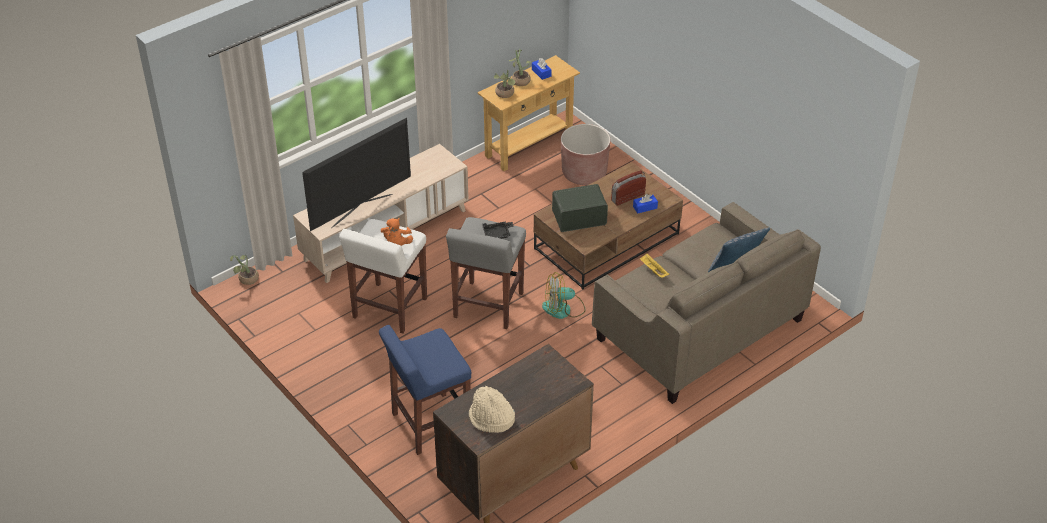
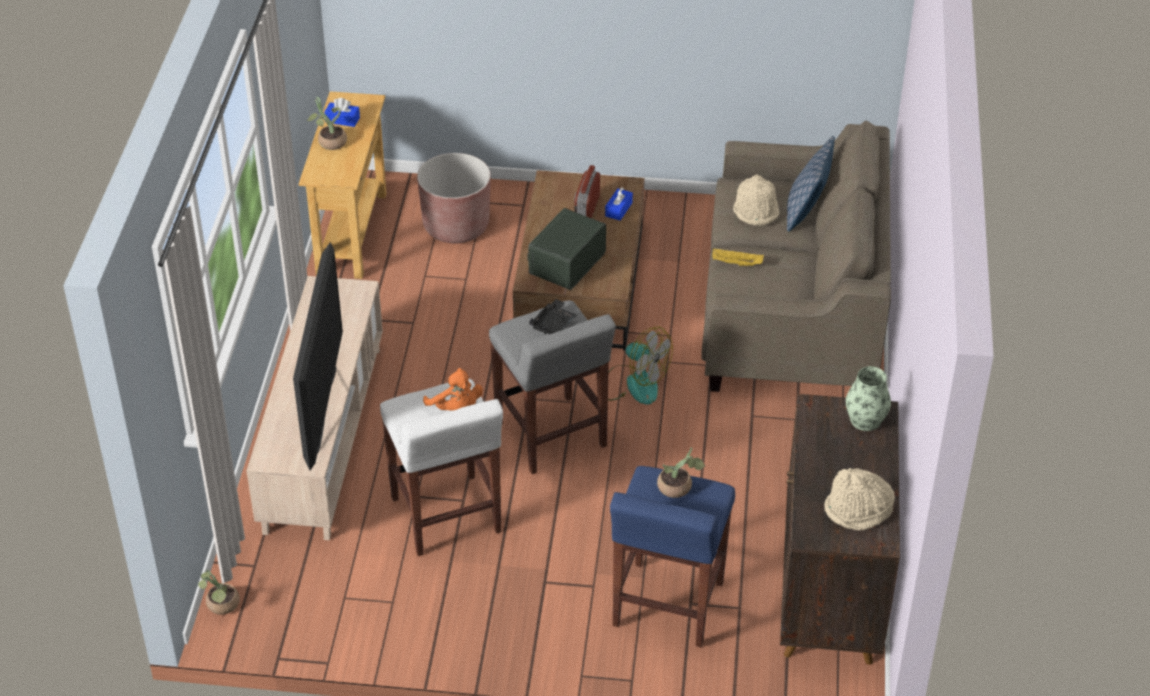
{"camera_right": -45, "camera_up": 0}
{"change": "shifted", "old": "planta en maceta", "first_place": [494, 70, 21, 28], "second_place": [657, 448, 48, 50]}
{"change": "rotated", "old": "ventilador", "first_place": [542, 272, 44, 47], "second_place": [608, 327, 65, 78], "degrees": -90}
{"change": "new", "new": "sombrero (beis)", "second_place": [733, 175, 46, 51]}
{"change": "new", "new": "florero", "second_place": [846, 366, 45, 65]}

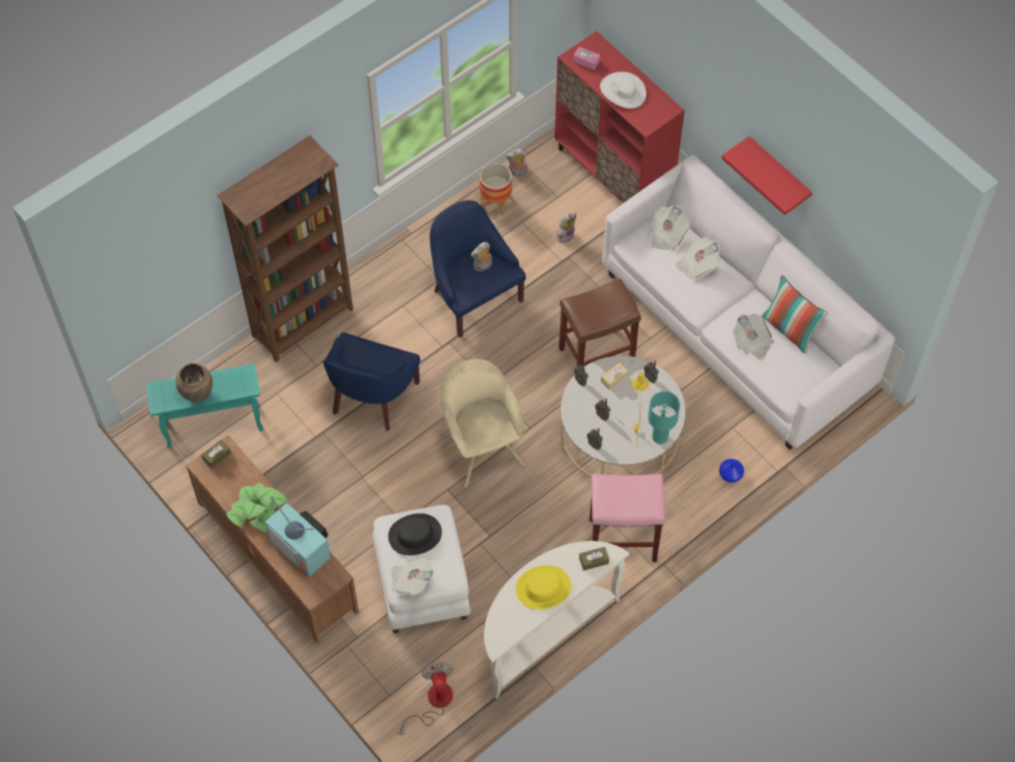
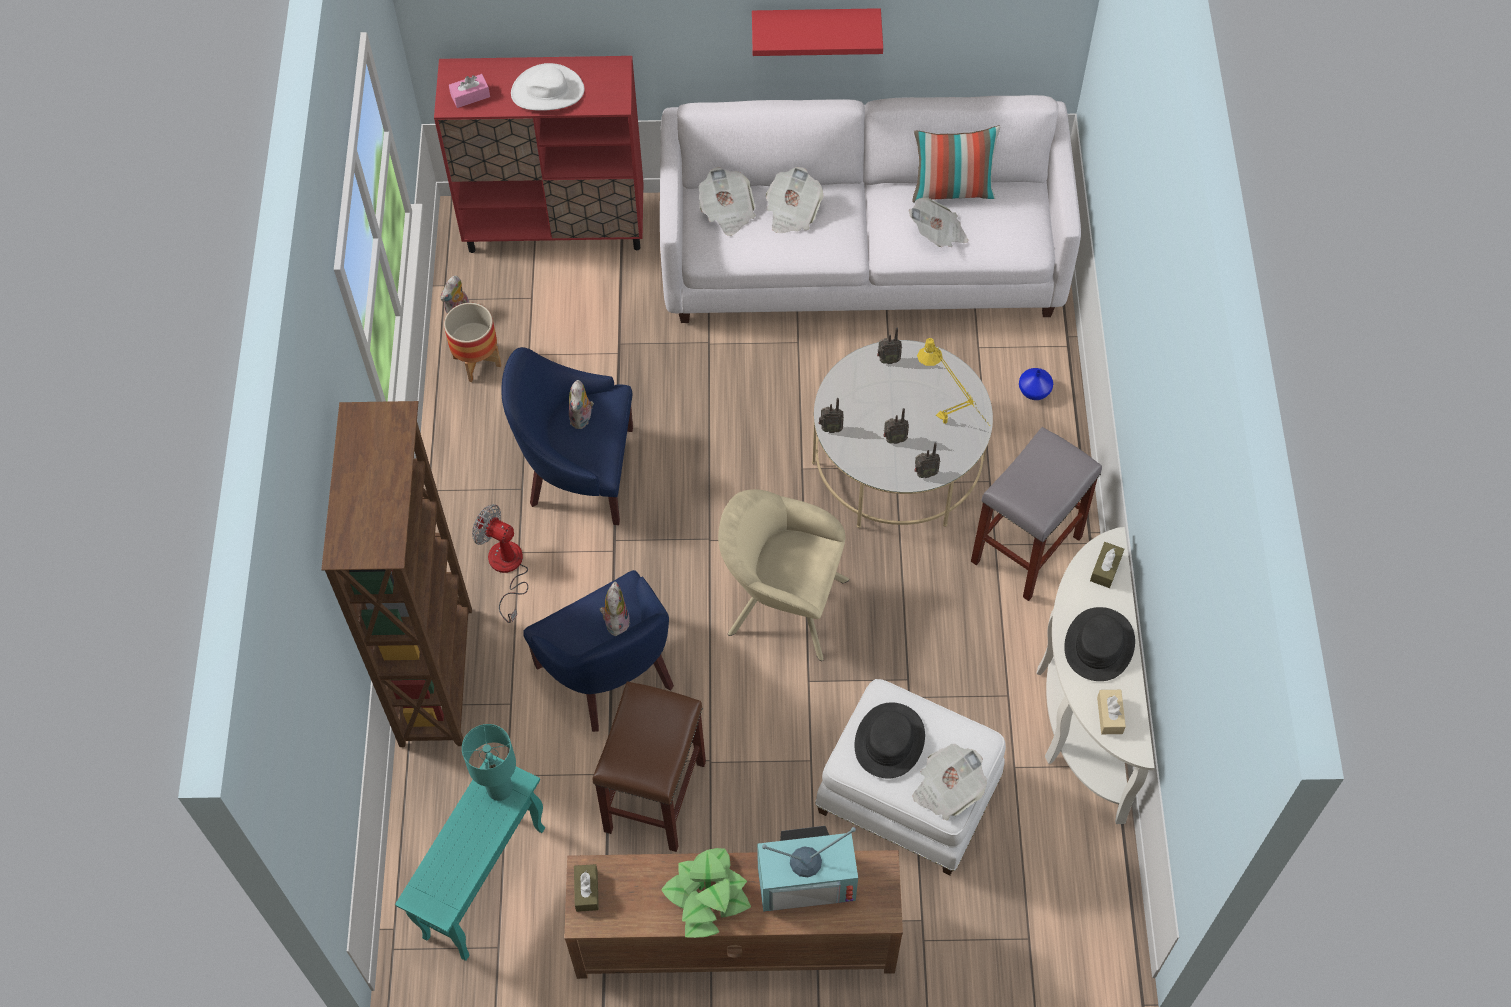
{"camera_right": -50, "camera_up": 0}
{"change": "gone", "old": "florero (marrón)", "first_place": [176, 363, 37, 39]}
{"change": "shifted", "old": "ventilador", "first_place": [397, 662, 56, 73], "second_place": [472, 504, 56, 119]}
{"change": "repainted", "old": "sombrero (amarillo)", "new": "sombrero (negro)", "first_place": [516, 565, 55, 44], "second_place": [1064, 607, 71, 74]}
{"change": "shifted", "old": "peluche", "first_place": [557, 213, 19, 30], "second_place": [599, 581, 31, 55]}
{"change": "shifted", "old": "taburete (marrón)", "first_place": [559, 278, 82, 88], "second_place": [592, 681, 114, 171]}
{"change": "repainted", "old": "taburete (rosa)", "new": "taburete (gris)", "first_place": [589, 474, 76, 88], "second_place": [971, 427, 131, 174]}
{"change": "shifted", "old": "caja de pañuelos (beis)", "first_place": [601, 363, 27, 27], "second_place": [1097, 690, 29, 44]}
{"change": "shifted", "old": "lámpara de mesa (turquesa)", "first_place": [648, 391, 32, 53], "second_place": [462, 724, 54, 77]}

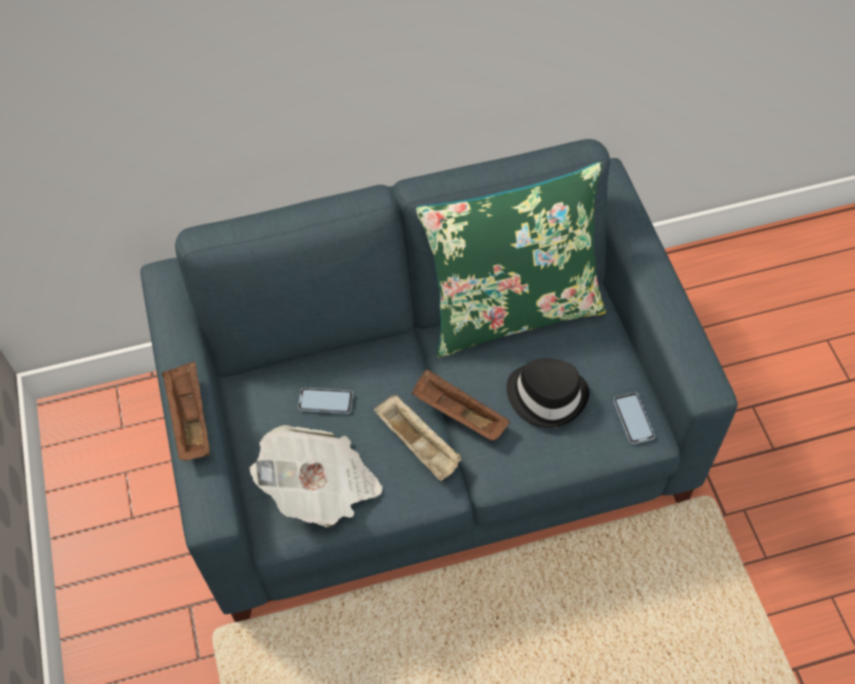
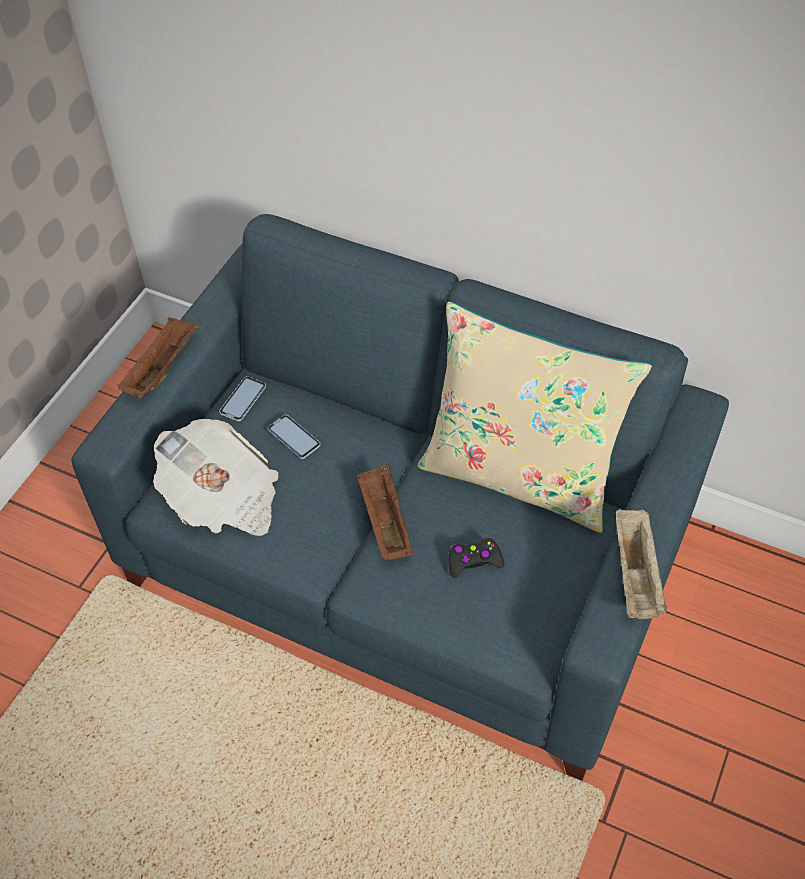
{"camera_right": 40, "camera_up": -5}
{"change": "shifted", "old": "bandeja (beis)", "first_place": [374, 395, 88, 86], "second_place": [616, 509, 52, 110]}
{"change": "repainted", "old": "cojín (verde)", "new": "cojín (beis)", "first_place": [416, 162, 190, 195], "second_place": [418, 301, 234, 232]}
{"change": "swapped", "old": "sombrero (negro)", "new": "mando de consola (negro)", "first_place": [506, 358, 83, 70], "second_place": [448, 538, 56, 40]}
{"change": "shifted", "old": "móvil", "first_place": [613, 393, 42, 51], "second_place": [219, 376, 47, 45]}

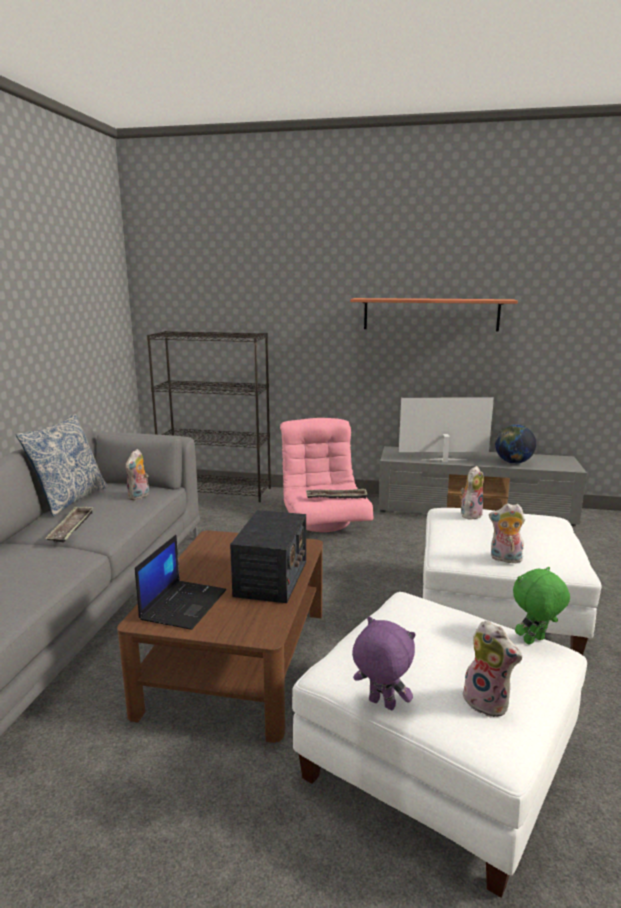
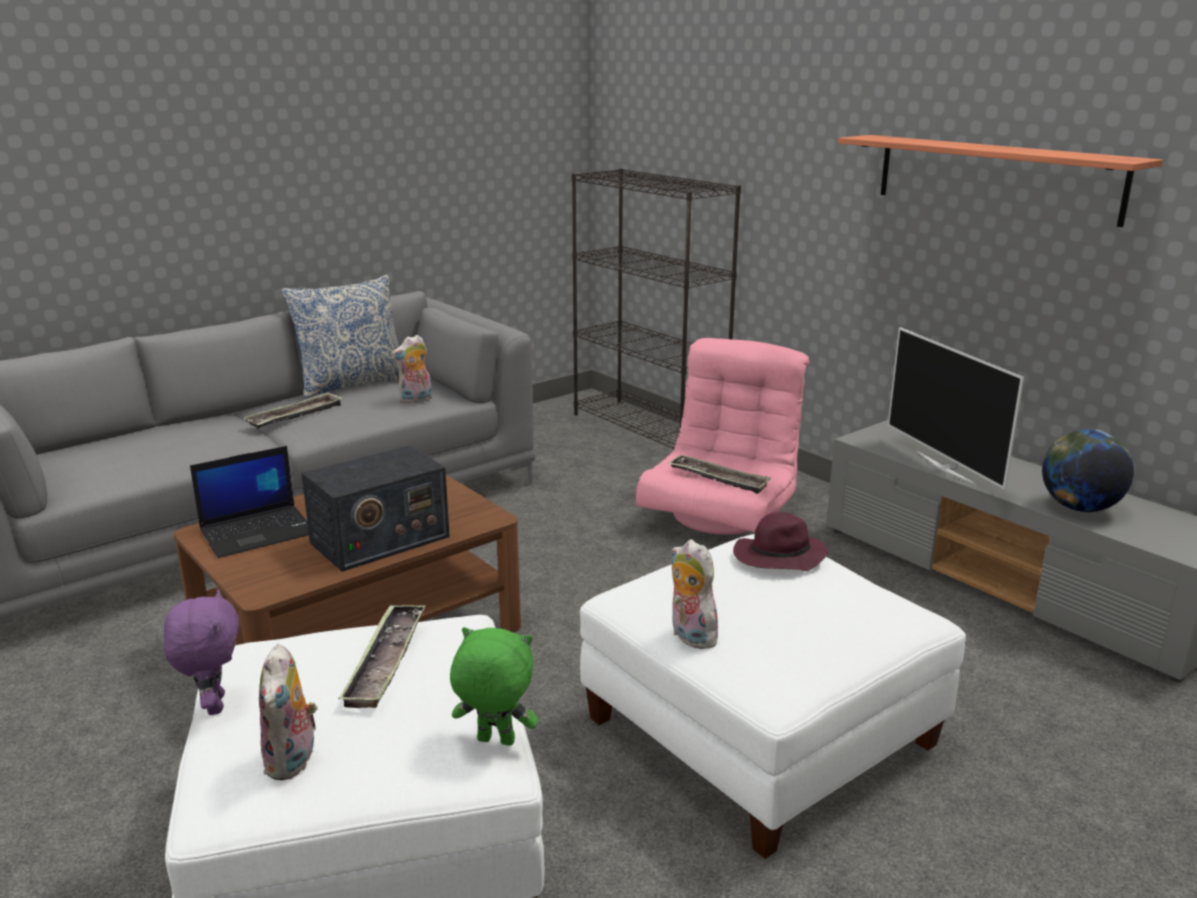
{"camera_right": 40, "camera_up": 5}
{"change": "rotated", "old": "televisor", "first_place": [399, 397, 95, 65], "second_place": [888, 327, 136, 162], "degrees": -150}
{"change": "swapped", "old": "peluche", "new": "sombrero (morado)", "first_place": [461, 466, 23, 53], "second_place": [733, 512, 95, 59]}
{"change": "new", "new": "bandeja", "second_place": [339, 604, 87, 104]}

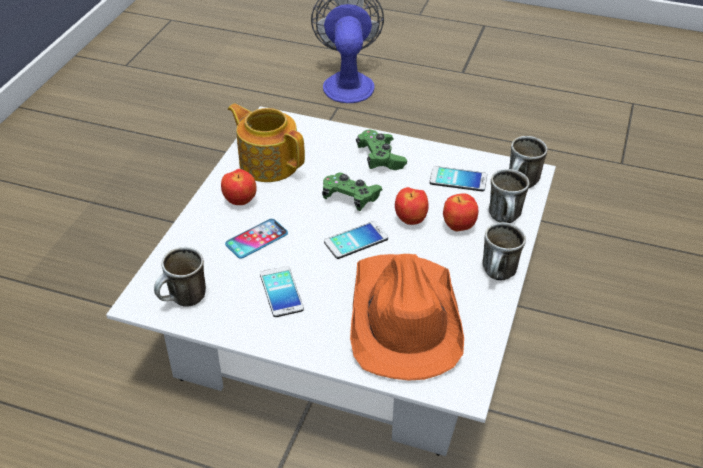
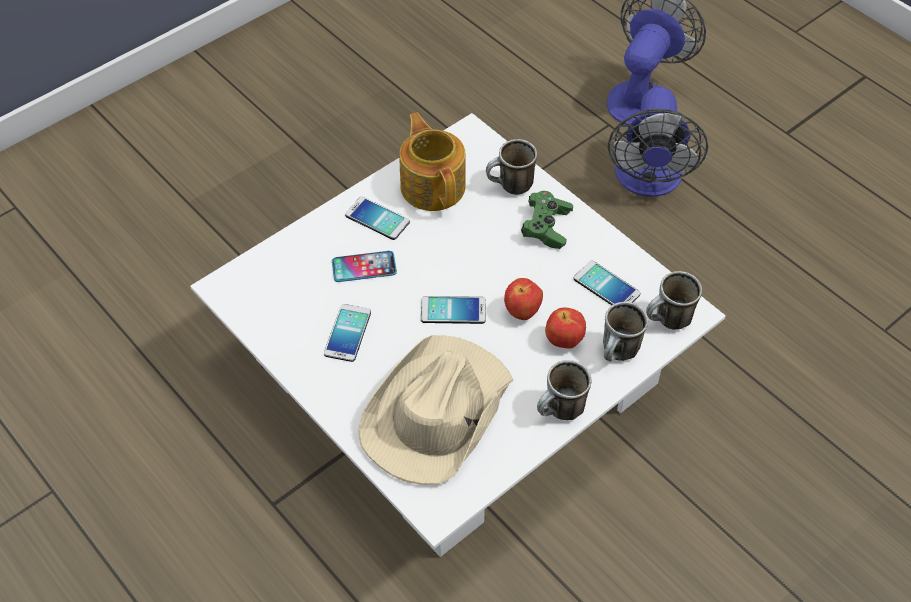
{"camera_right": 30, "camera_up": 10}
{"change": "shifted", "old": "taza grande", "first_place": [154, 247, 52, 60], "second_place": [486, 139, 51, 56]}
{"change": "swapped", "old": "manzana", "new": "móvil", "first_place": [221, 169, 36, 36], "second_place": [345, 197, 65, 43]}
{"change": "gone", "old": "mando de consola (verde)", "first_place": [322, 172, 61, 39]}
{"change": "repainted", "old": "sombrero (naranja)", "new": "sombrero (beis)", "first_place": [350, 254, 114, 126], "second_place": [358, 335, 156, 150]}
{"change": "new", "new": "ventilador", "second_place": [608, 87, 100, 110]}

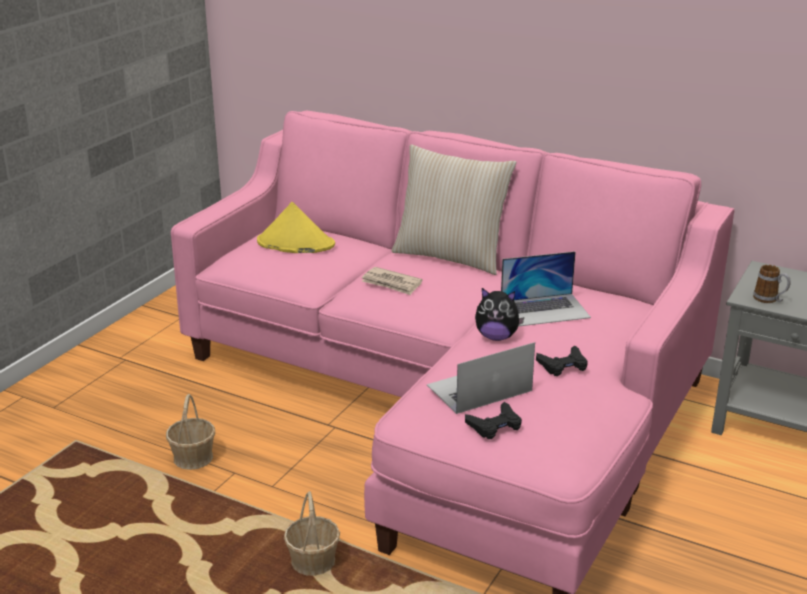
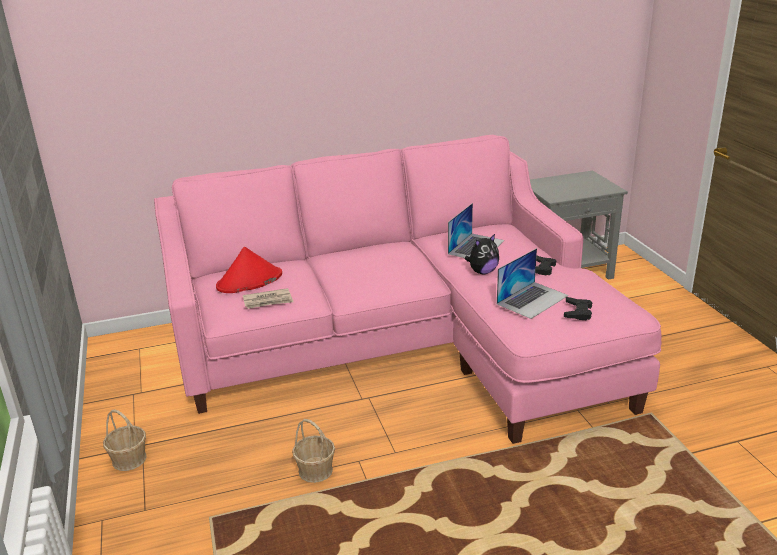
{"camera_right": -45, "camera_up": 0}
{"change": "repainted", "old": "sombrero (amarillo)", "new": "sombrero (rojo)", "first_place": [257, 202, 78, 51], "second_place": [216, 247, 66, 46]}
{"change": "shifted", "old": "cesta", "first_place": [284, 491, 56, 85], "second_place": [103, 410, 44, 61]}
{"change": "shifted", "old": "periódico", "first_place": [362, 267, 61, 28], "second_place": [243, 288, 50, 21]}
{"change": "gone", "old": "cojín (beis)", "first_place": [392, 144, 124, 131]}
{"change": "rotated", "old": "portátil", "first_place": [427, 342, 108, 72], "second_place": [497, 248, 72, 71], "degrees": -150}
{"change": "gone", "old": "taza grande", "first_place": [753, 265, 38, 38]}

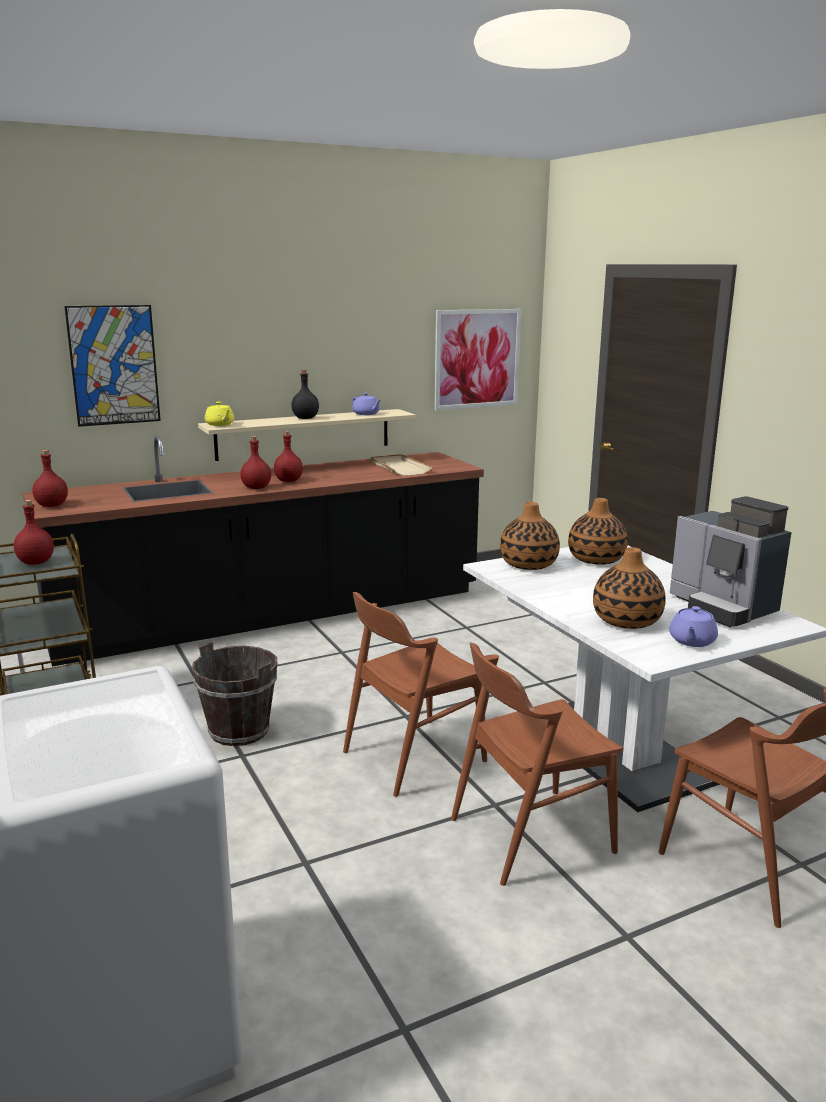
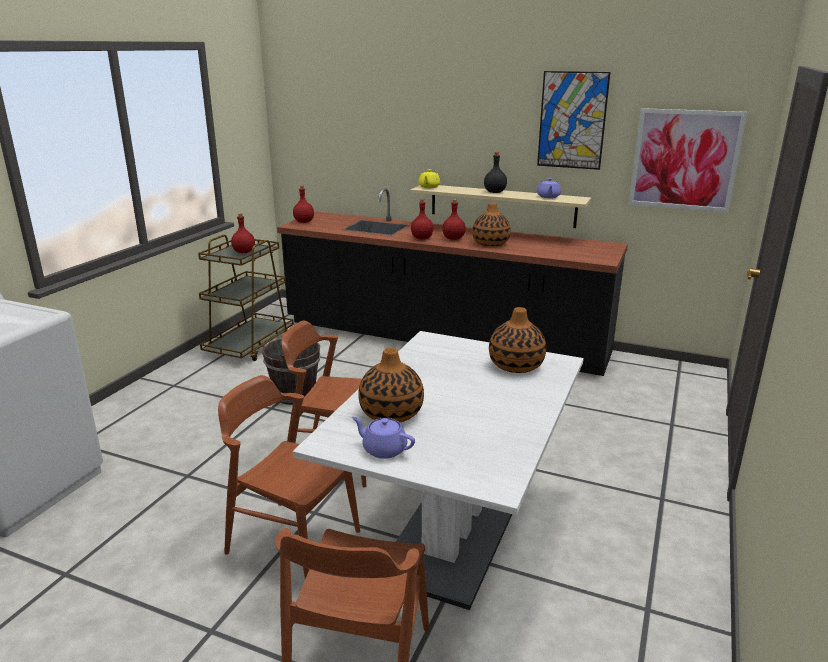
{"camera_right": 50, "camera_up": 5}
{"change": "shifted", "old": "cuadro", "first_place": [64, 305, 97, 122], "second_place": [537, 71, 74, 99]}
{"change": "gone", "old": "bandeja (beis)", "first_place": [371, 454, 61, 22]}
{"change": "shifted", "old": "florero", "first_place": [500, 502, 60, 68], "second_place": [472, 203, 39, 43]}
{"change": "rotated", "old": "tetera (morado)", "first_place": [669, 606, 49, 41], "second_place": [352, 417, 63, 42], "degrees": 45}
{"change": "gone", "old": "cafetera", "first_place": [670, 496, 122, 131]}

